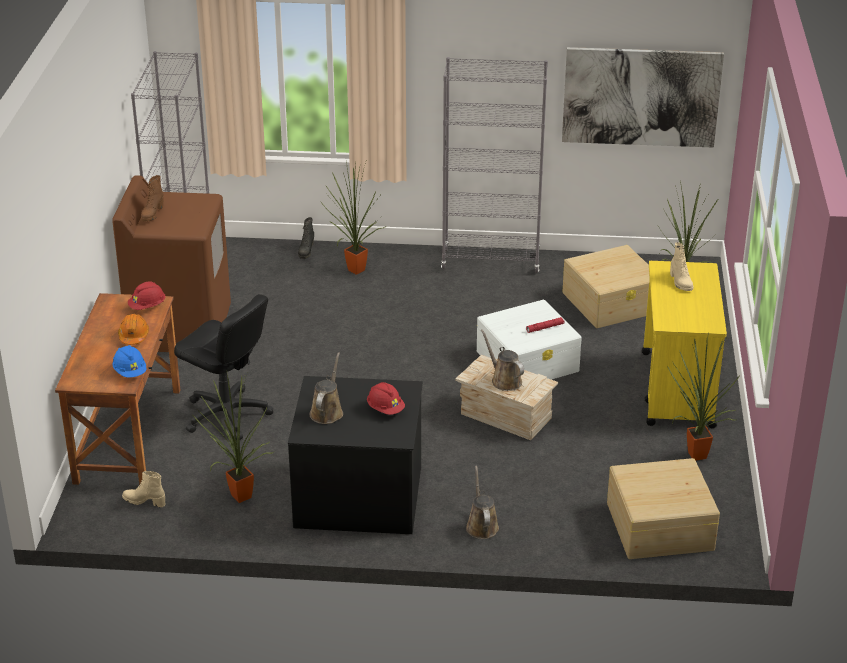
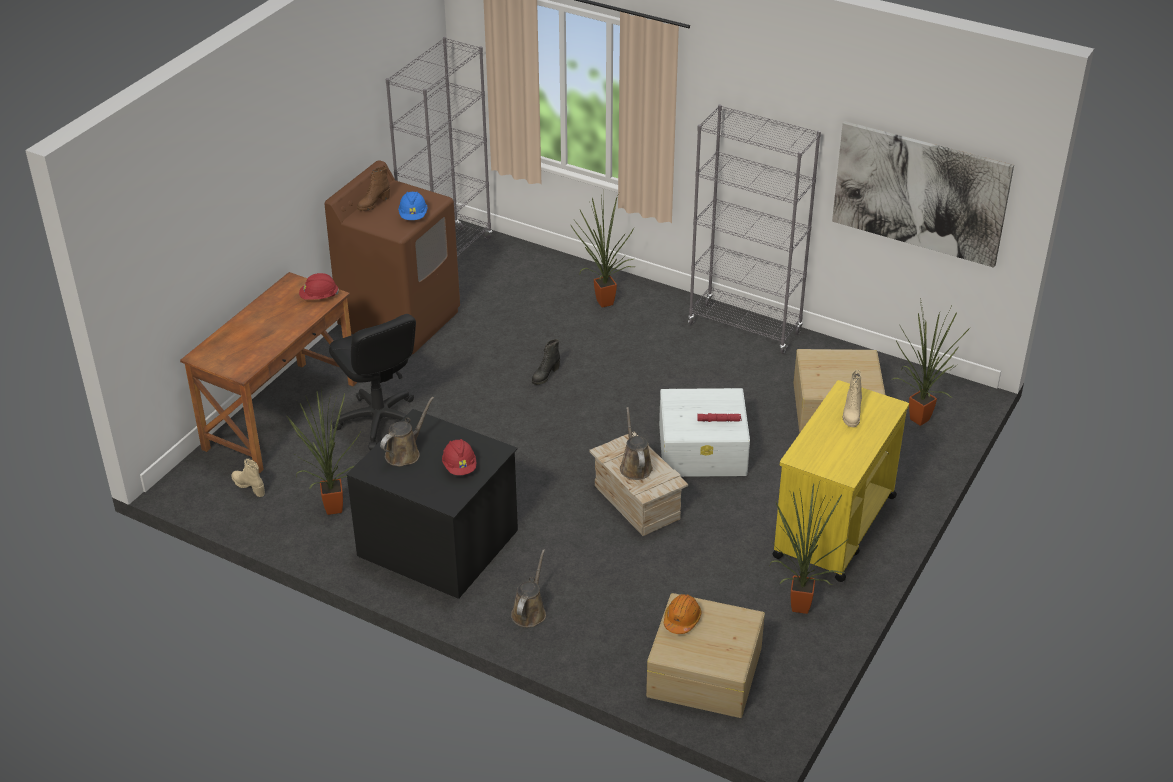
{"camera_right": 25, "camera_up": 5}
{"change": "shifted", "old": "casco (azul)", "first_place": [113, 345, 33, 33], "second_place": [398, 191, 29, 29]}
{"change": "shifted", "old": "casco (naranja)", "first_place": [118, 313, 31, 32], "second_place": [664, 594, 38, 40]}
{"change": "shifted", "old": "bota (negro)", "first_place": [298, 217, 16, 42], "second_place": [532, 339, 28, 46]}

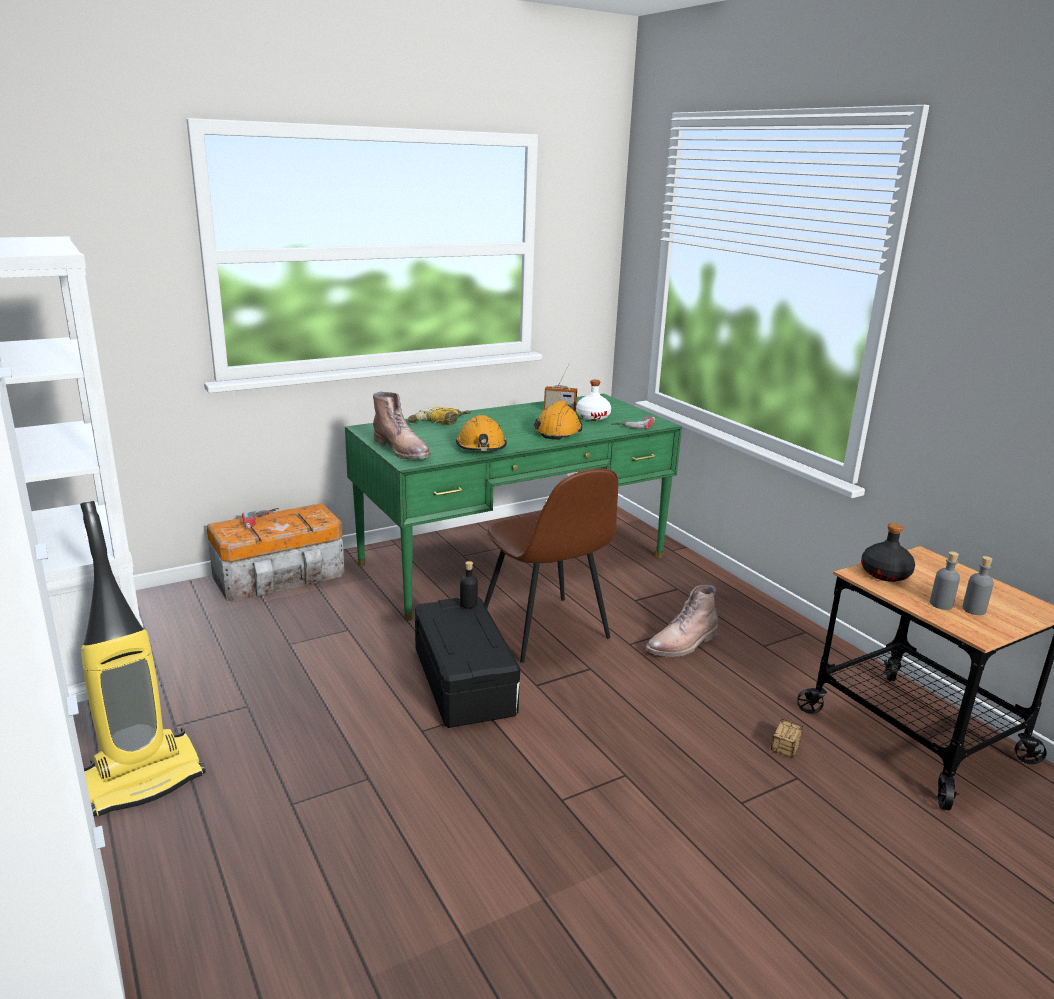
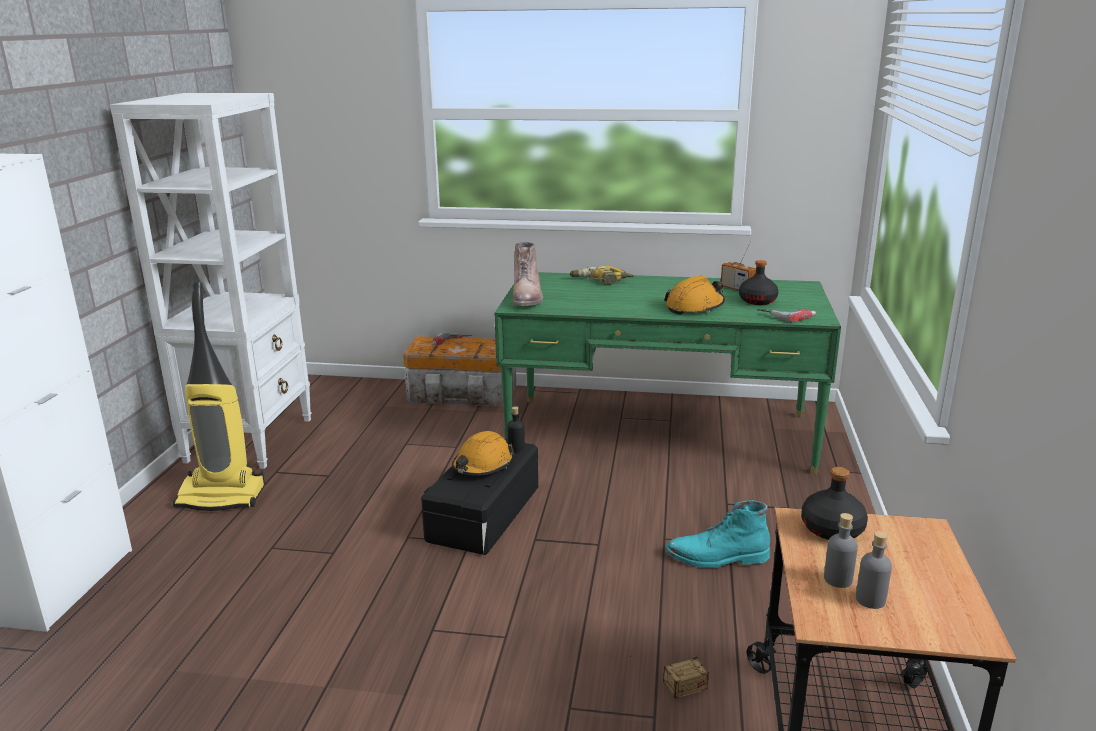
{"camera_right": 40, "camera_up": 0}
{"change": "shifted", "old": "casco (naranja)", "first_place": [456, 415, 51, 36], "second_place": [452, 431, 62, 45]}
{"change": "gone", "old": "silla (marrón)", "first_place": [484, 468, 134, 195]}
{"change": "repainted", "old": "botella (blanco)", "new": "botella (negro)", "first_place": [576, 380, 35, 41], "second_place": [739, 260, 40, 45]}
{"change": "repainted", "old": "bota (marrón)", "new": "bota (turquesa)", "first_place": [646, 585, 72, 72], "second_place": [666, 500, 104, 68]}

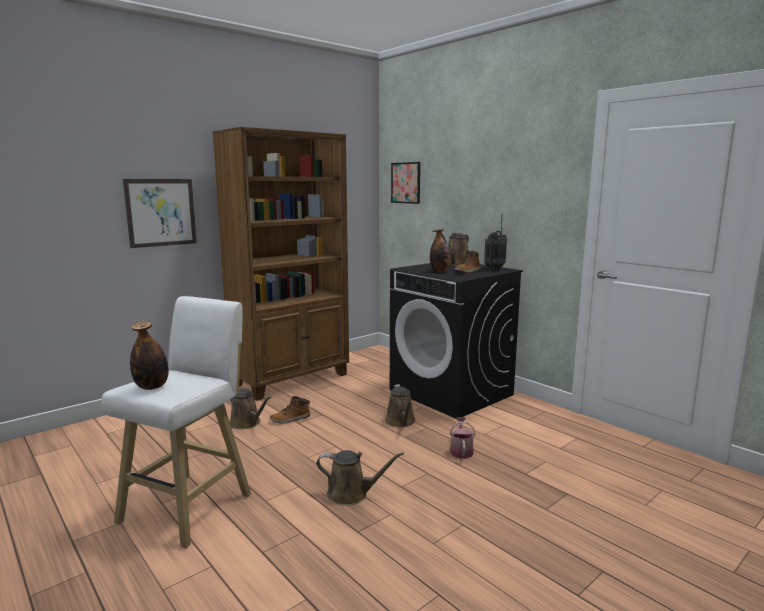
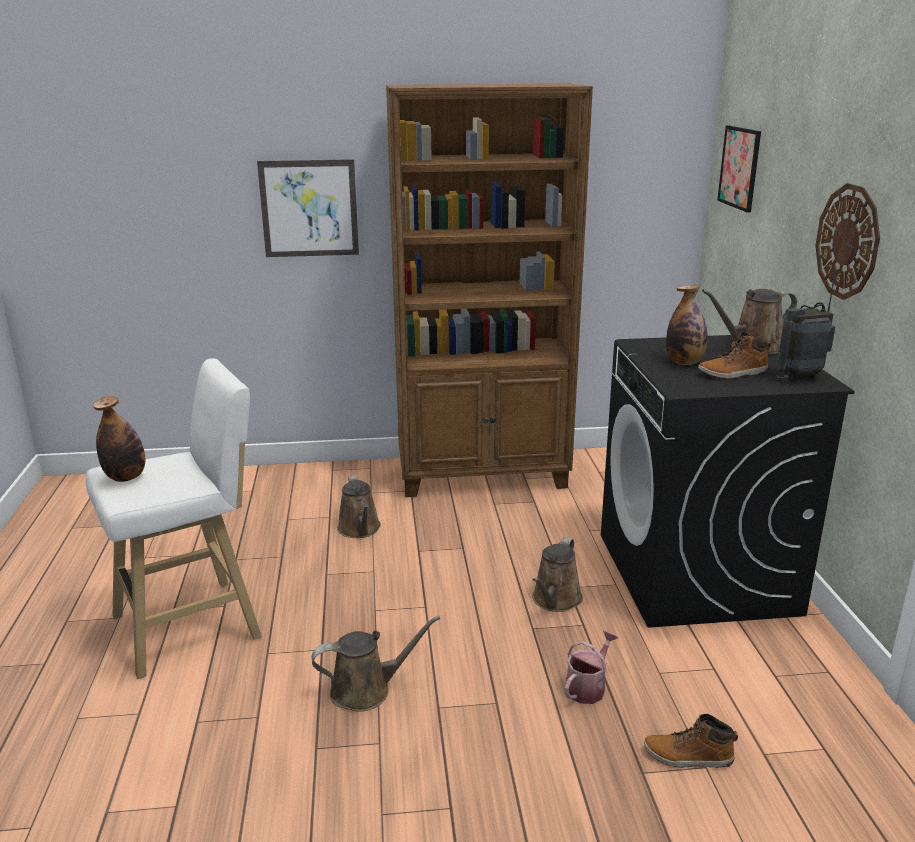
{"camera_right": 35, "camera_up": 10}
{"change": "shifted", "old": "bota", "first_place": [270, 396, 40, 28], "second_place": [644, 714, 94, 54]}
{"change": "rotated", "old": "regadera (marrón)", "first_place": [317, 450, 87, 56], "second_place": [312, 616, 128, 96], "degrees": -60}
{"change": "new", "new": "reloj de pared", "second_place": [815, 183, 65, 117]}

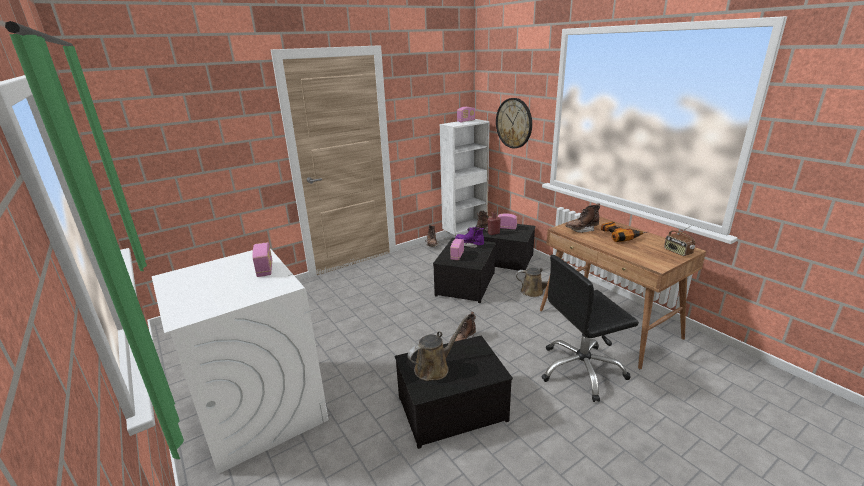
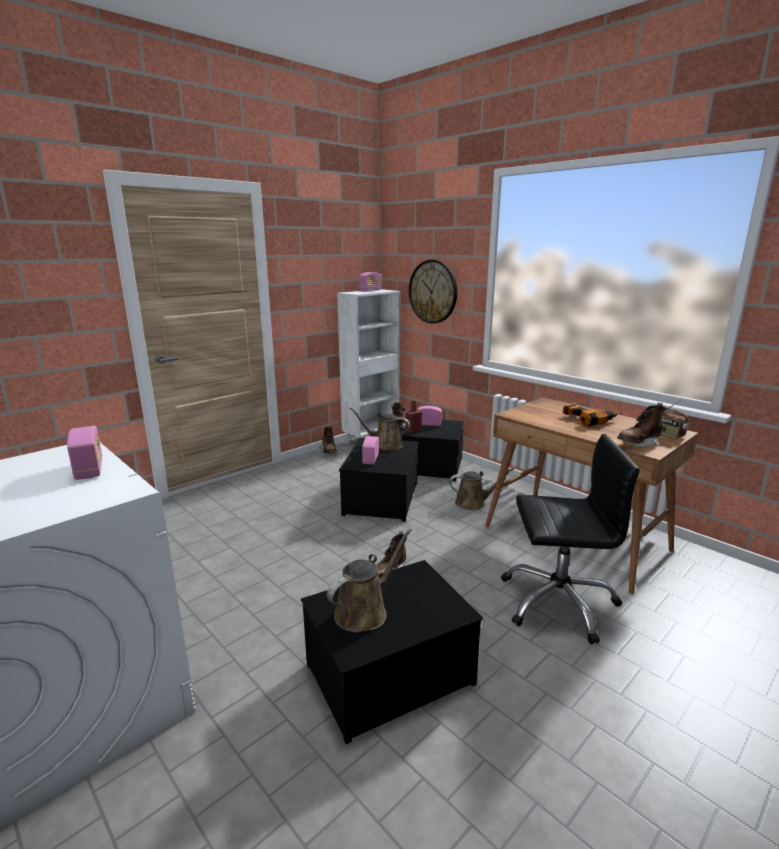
{"camera_right": -10, "camera_up": -5}
{"change": "swapped", "old": "bota (morado)", "new": "regadera (marrón)", "first_place": [455, 227, 29, 21], "second_place": [349, 407, 61, 44]}
{"change": "rotated", "old": "silla de oficina (negro)", "first_place": [541, 255, 98, 147], "second_place": [501, 434, 139, 210], "degrees": -150}
{"change": "shifted", "old": "bota (marrón)", "first_place": [566, 203, 34, 30], "second_place": [618, 403, 48, 45]}

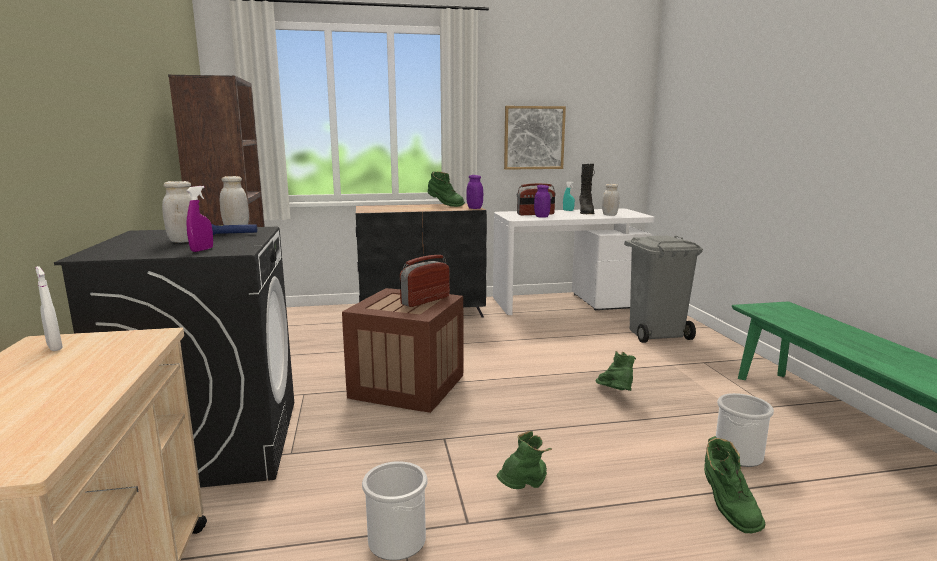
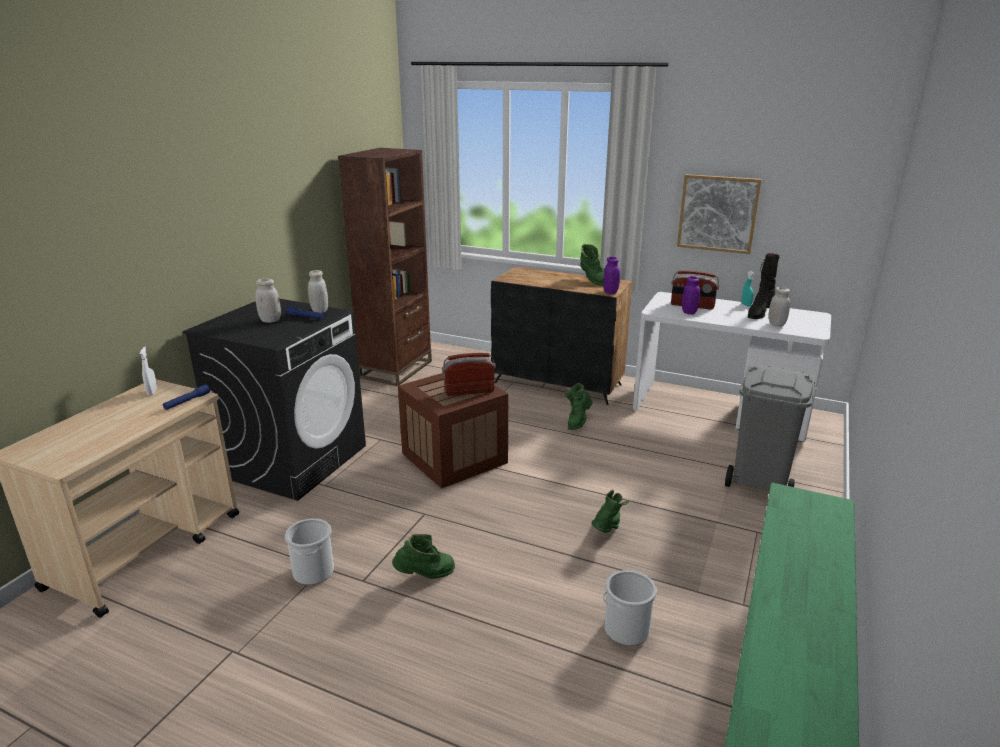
{"camera_right": 35, "camera_up": 10}
{"change": "gone", "old": "pulverizador (morado)", "first_place": [186, 186, 27, 66]}
{"change": "shifted", "old": "bota (verde)", "first_place": [704, 436, 61, 97], "second_place": [565, 383, 27, 47]}
{"change": "new", "new": "linterna (azul)", "second_place": [163, 384, 47, 26]}

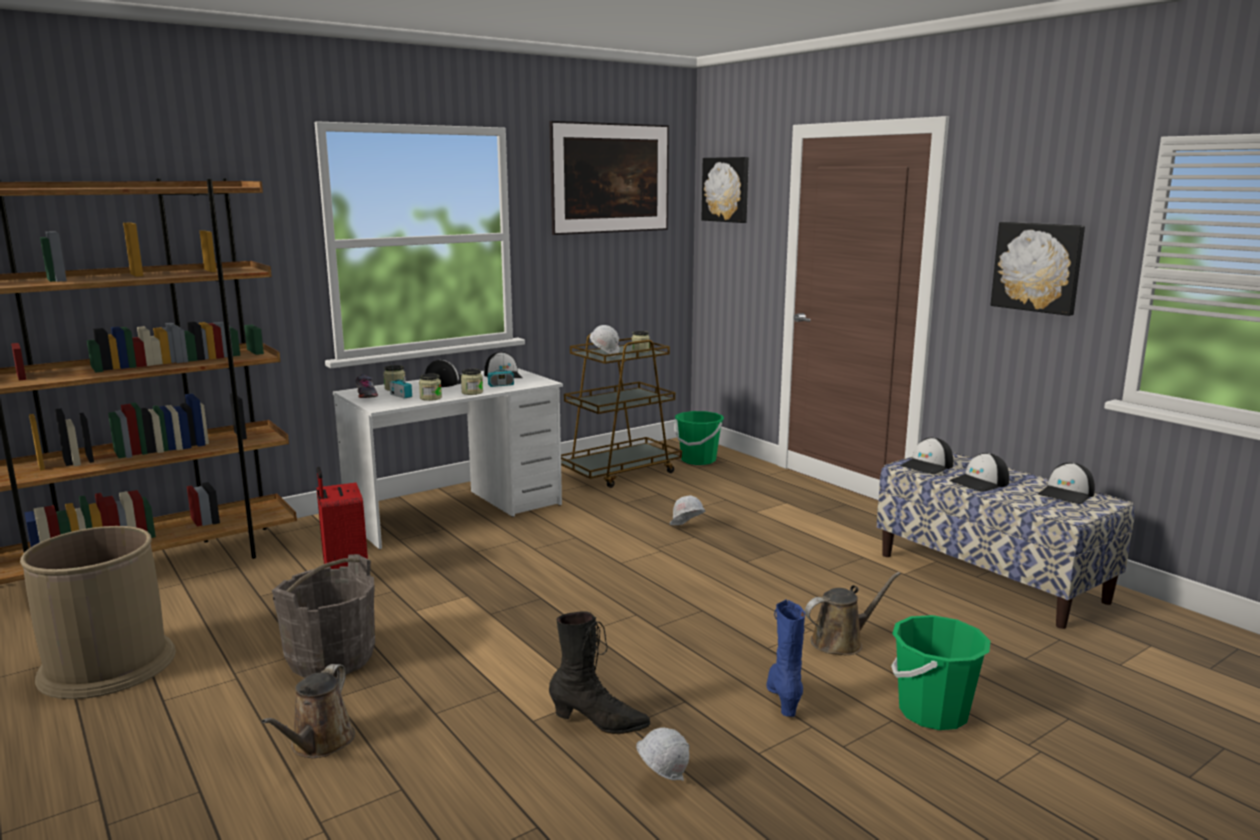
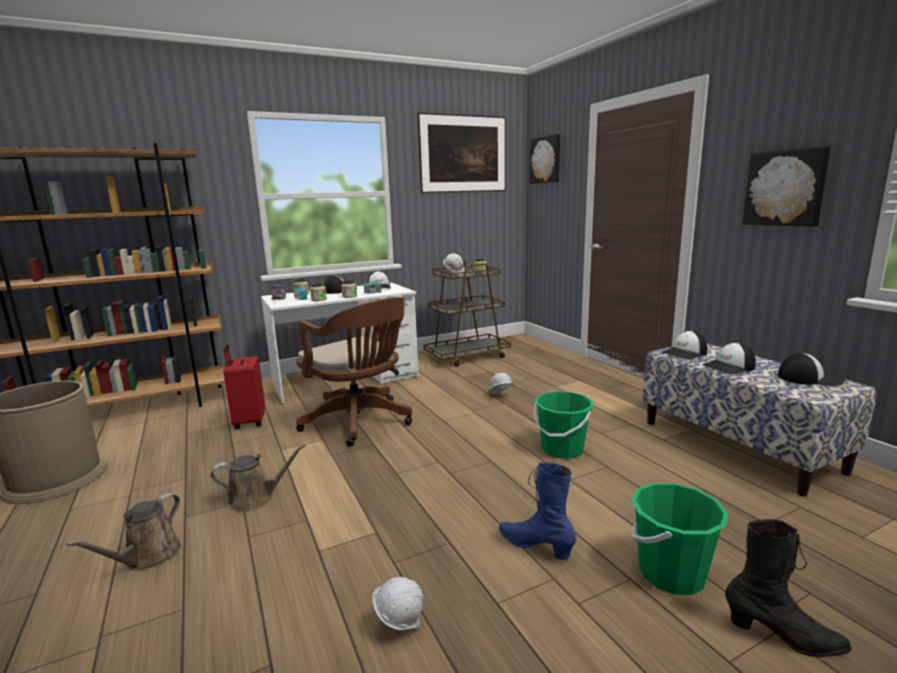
{"camera_right": 10, "camera_up": 0}
{"change": "gone", "old": "cubo (gris)", "first_place": [272, 554, 103, 124]}
{"change": "shifted", "old": "bota (negro)", "first_place": [549, 611, 101, 123], "second_place": [725, 519, 127, 138]}
{"change": "shifted", "old": "cubo (verde)", "first_place": [674, 411, 50, 54], "second_place": [534, 391, 60, 68]}
{"change": "rotated", "old": "bota (azul)", "first_place": [767, 599, 38, 118], "second_place": [499, 462, 77, 98], "degrees": -60}
{"change": "shifted", "old": "regadera (marrón)", "first_place": [805, 572, 96, 83], "second_place": [210, 444, 96, 68]}
{"change": "rotated", "old": "gorra", "first_place": [1038, 463, 57, 41], "second_place": [778, 353, 67, 32], "degrees": -135}
{"change": "new", "new": "silla de oficina (marrón)", "second_place": [296, 297, 116, 150]}

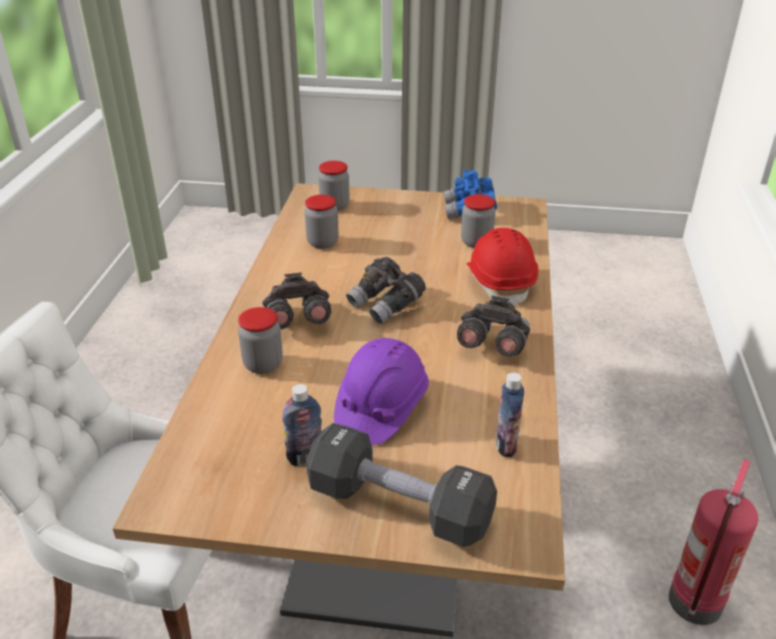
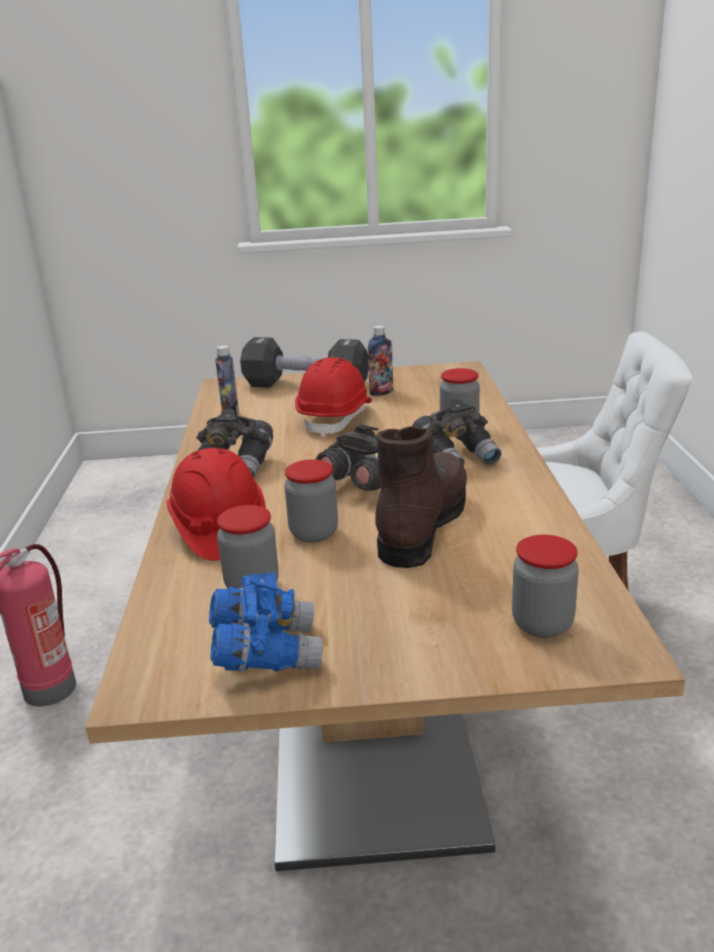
{"camera_right": 170, "camera_up": -10}
{"change": "shifted", "old": "tarro", "first_place": [305, 195, 34, 54], "second_place": [284, 459, 54, 84]}
{"change": "repainted", "old": "casco (morado)", "new": "casco (rojo)", "first_place": [334, 338, 95, 107], "second_place": [295, 357, 77, 80]}
{"change": "new", "new": "bota (marrón)", "second_place": [375, 426, 92, 142]}

